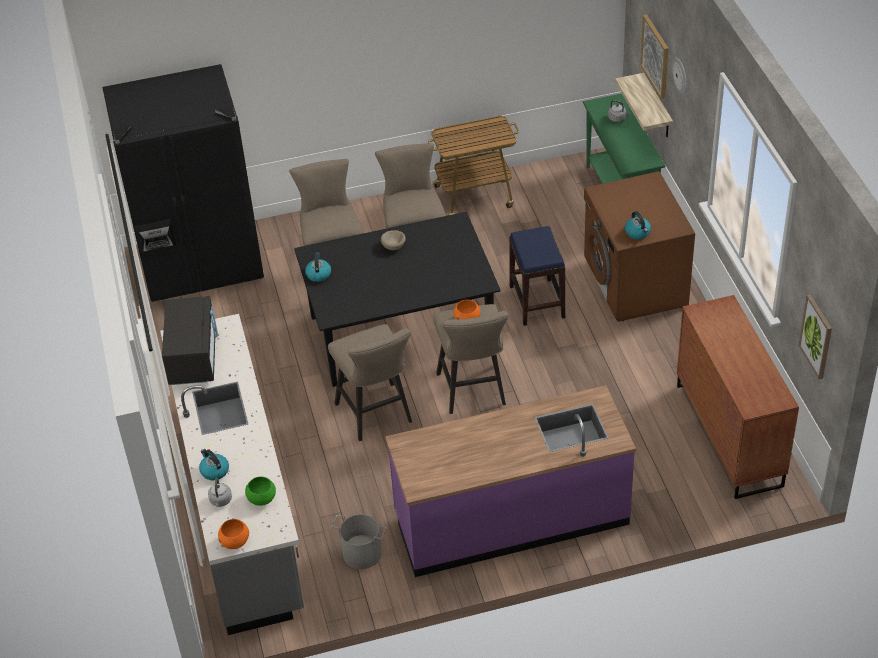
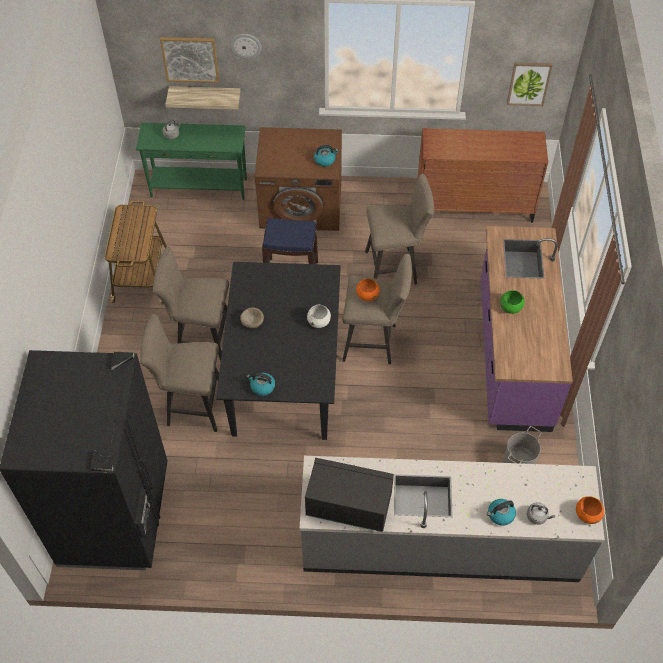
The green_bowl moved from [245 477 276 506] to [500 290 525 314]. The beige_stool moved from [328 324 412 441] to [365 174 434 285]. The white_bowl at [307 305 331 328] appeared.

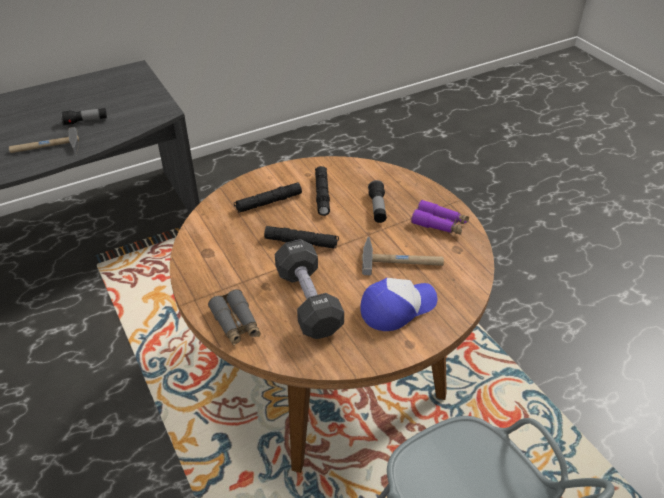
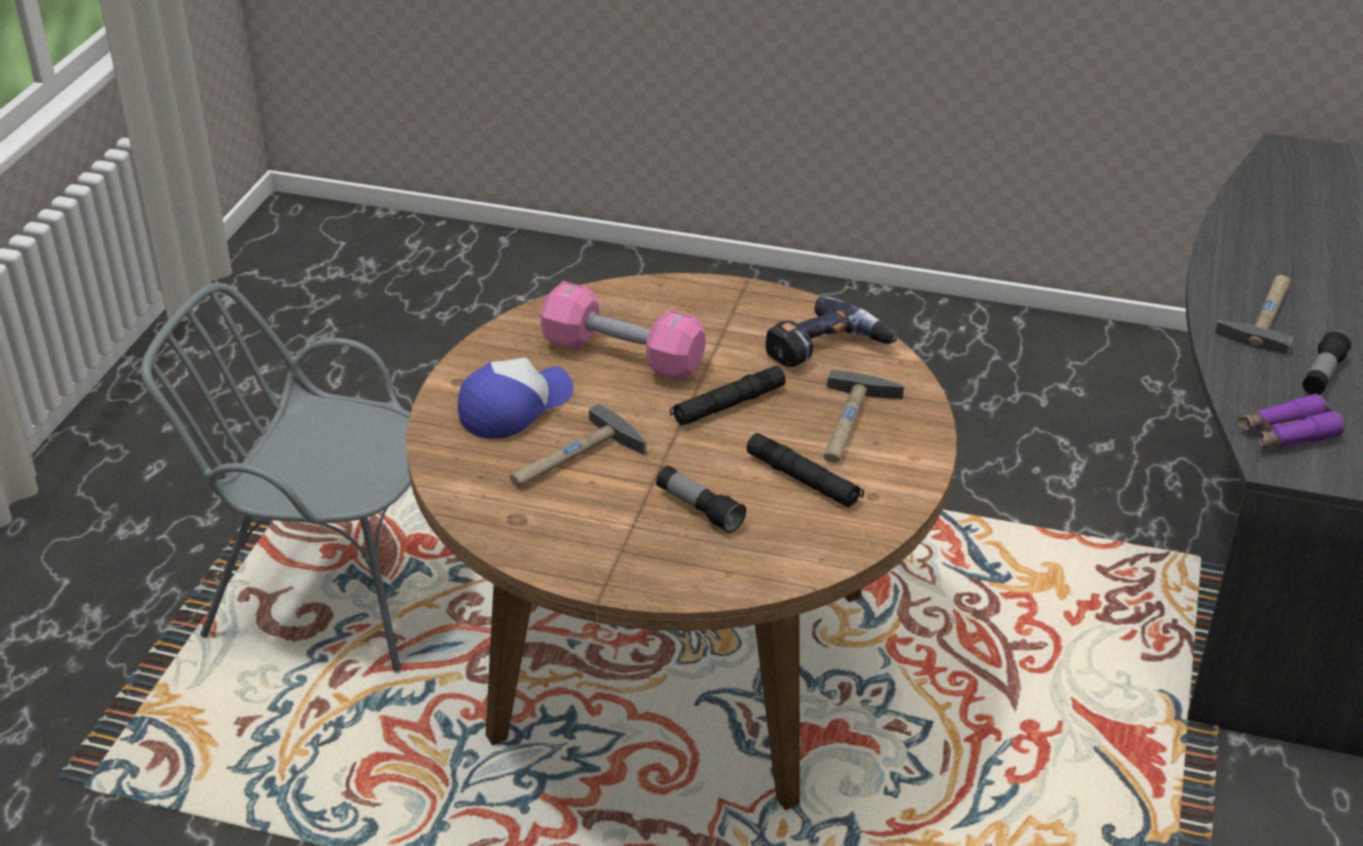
The grey_binoculars at [208 289 261 346] disappeared. The black_flashlight at [234 182 302 213] was replaced by the hammer at [823 370 904 463]. The black_dumbbell at [275 239 344 339] became the pink_dumbbell at [540 281 705 381]. The cap at [360 278 438 331] turned 150 degrees counterclockwise. The purple_binoculars moved from [411 200 469 235] to [1237 394 1345 449]. The power_drill at [765 295 897 367] appeared.

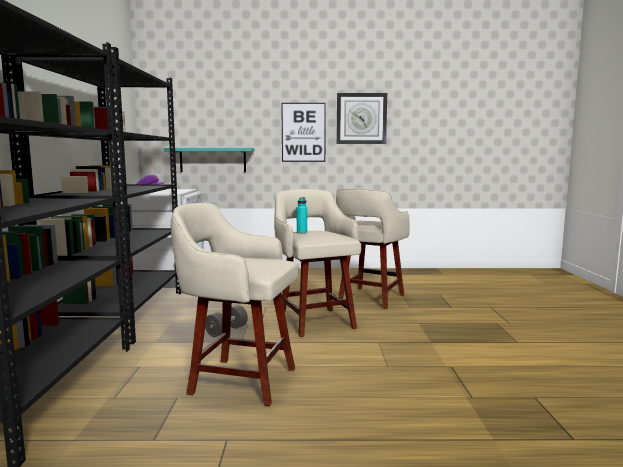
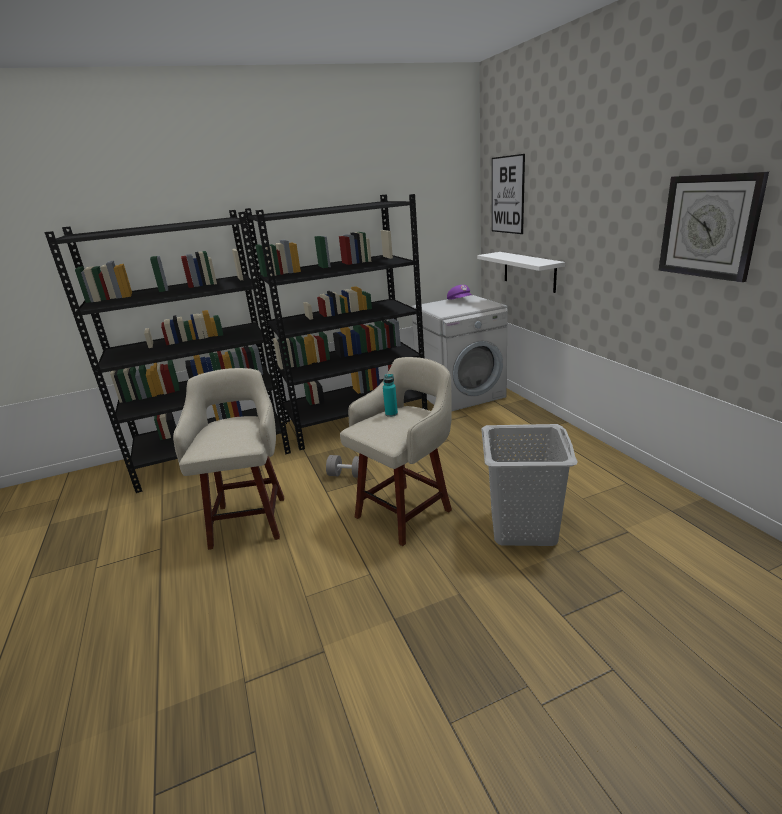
The turquoise_shelf at [164 148 254 172] became the white_shelf at [477 252 565 293]. The picture moved from [281 103 326 162] to [492 154 525 234]. The beige_stool at [336 189 410 309] was replaced by the grey_laundry_basket at [481 424 578 546].

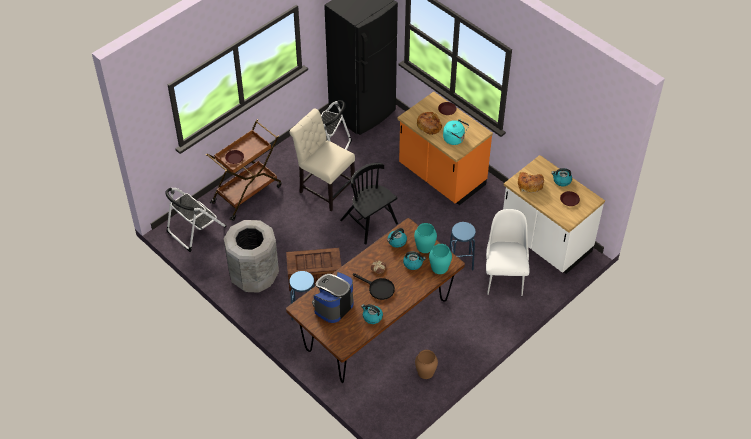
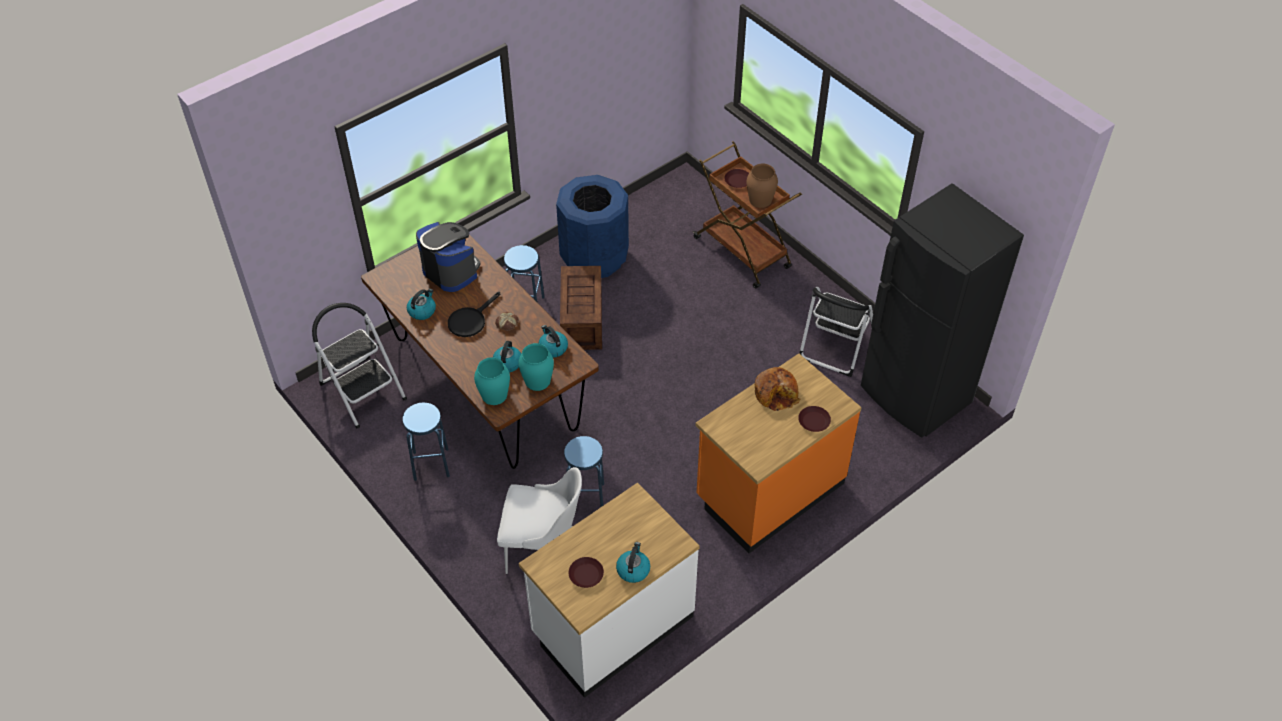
The step_ladder moved from [165 188 227 252] to [312 303 407 428]. The grey_trash_can at [224 220 279 293] became the blue_trash_can at [556 175 629 278]. The beige_chair at [289 109 355 212] disappeared. The black_chair at [340 163 398 245] disappeared. The brown_vase moved from [415 350 438 379] to [747 164 778 208]. The turquoise_kettle at [443 119 469 145] disappeared. The bread at [518 172 544 193] disappeared. The blue_stool at [402 403 450 481] appeared.

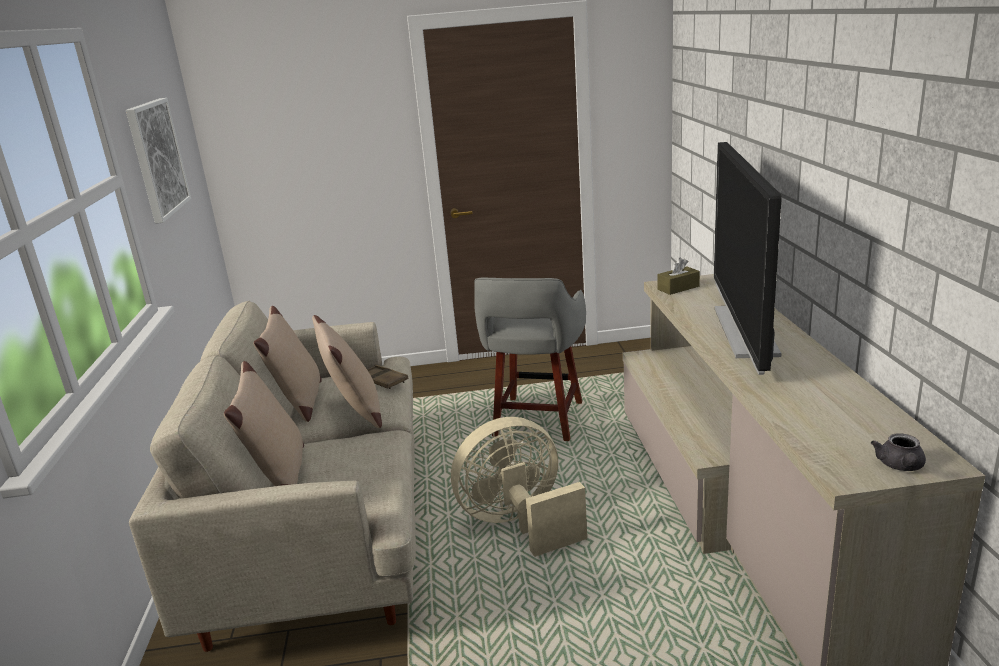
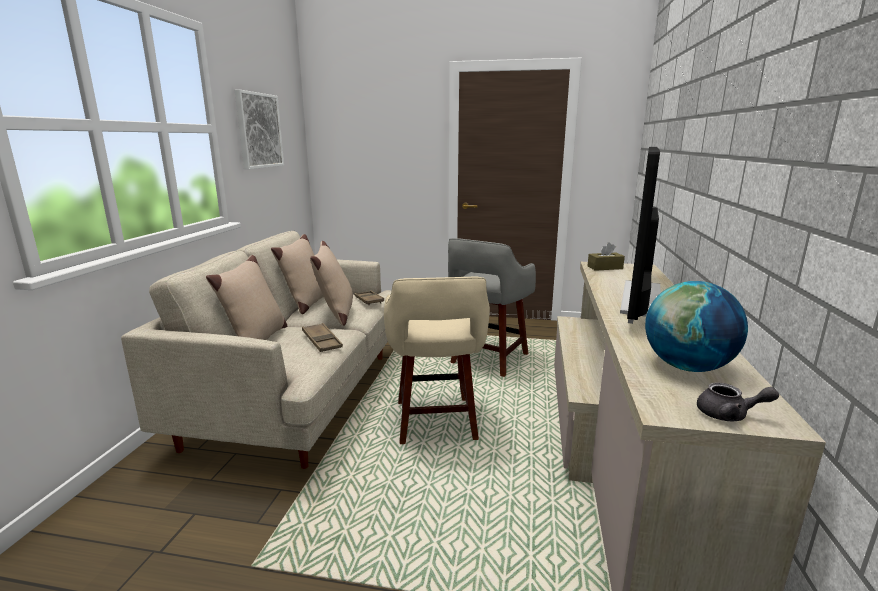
The beige_fan at [451 417 587 557] was replaced by the beige_stool at [384 276 490 444]. The grey_teapot at [871 434 926 471] turned 105 degrees counterclockwise. The brown_tray at [302 323 343 352] appeared. The globe at [645 281 748 372] appeared.

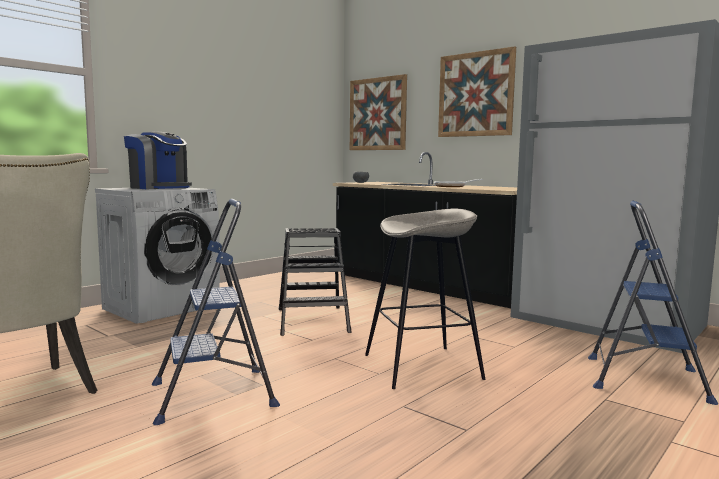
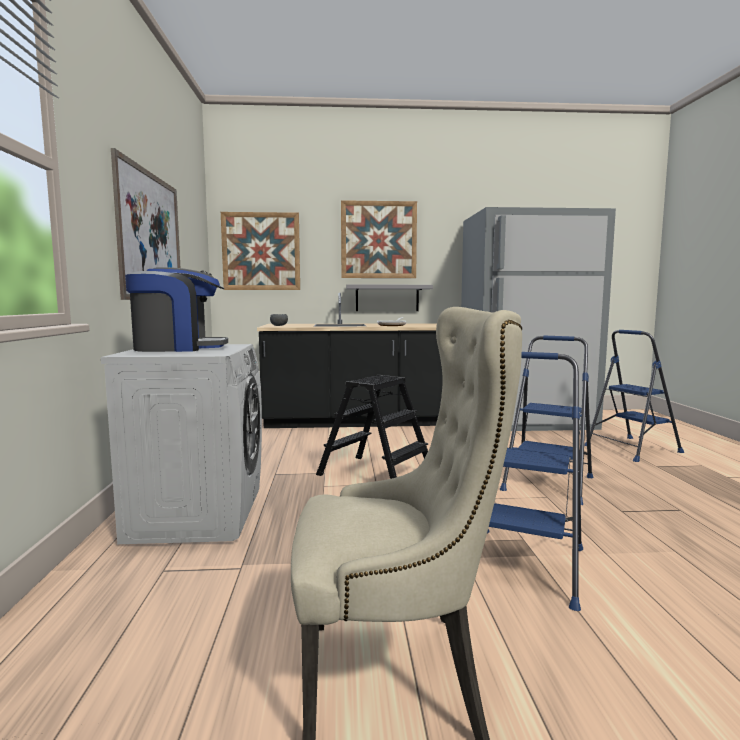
The grey_stool at [365 208 485 389] was replaced by the blue_step_ladder at [499 336 594 505]. The picture at [111 148 180 300] appeared. The grey_shelf at [346 285 433 311] appeared.

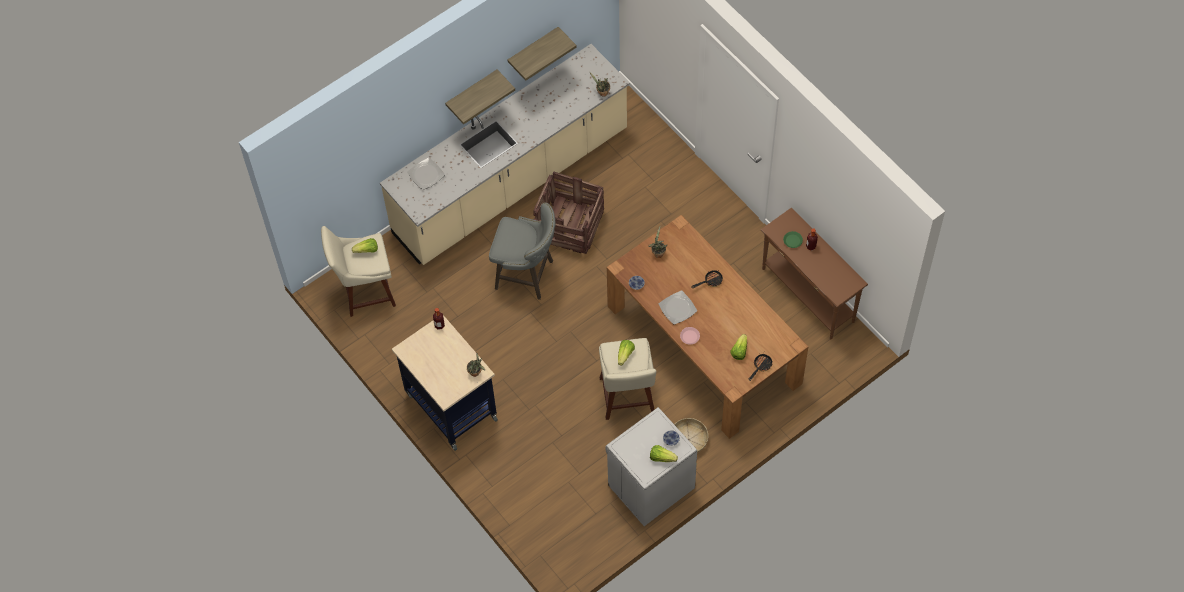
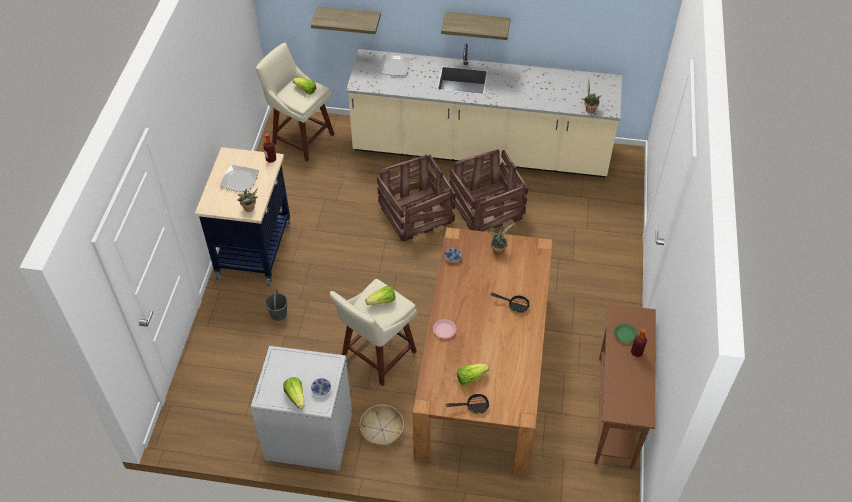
The grey_stool at [489 203 556 300] was replaced by the crate at [377 154 456 241]. The shelf moved from [508 27 577 81] to [311 6 381 34]. The plate moved from [659 290 697 325] to [220 165 259 192]. The grey_bucket at [265 289 288 321] appeared.

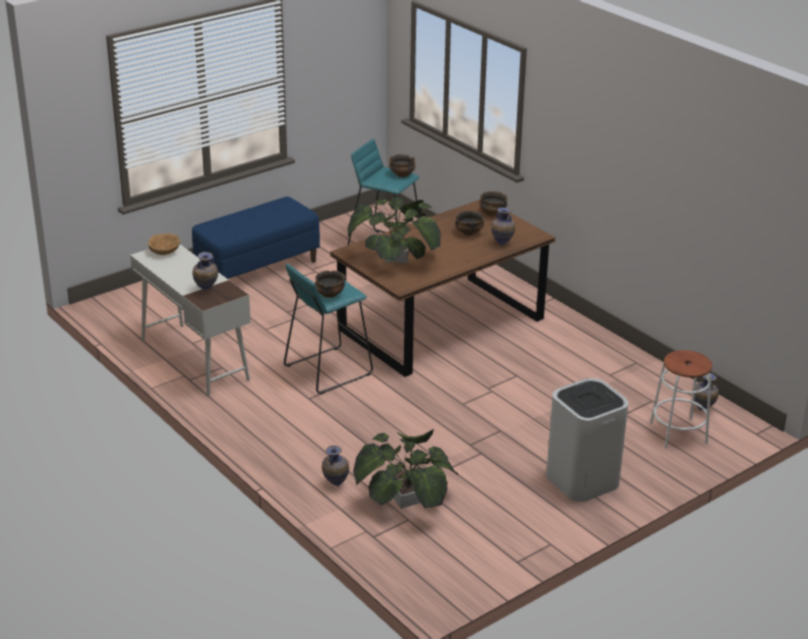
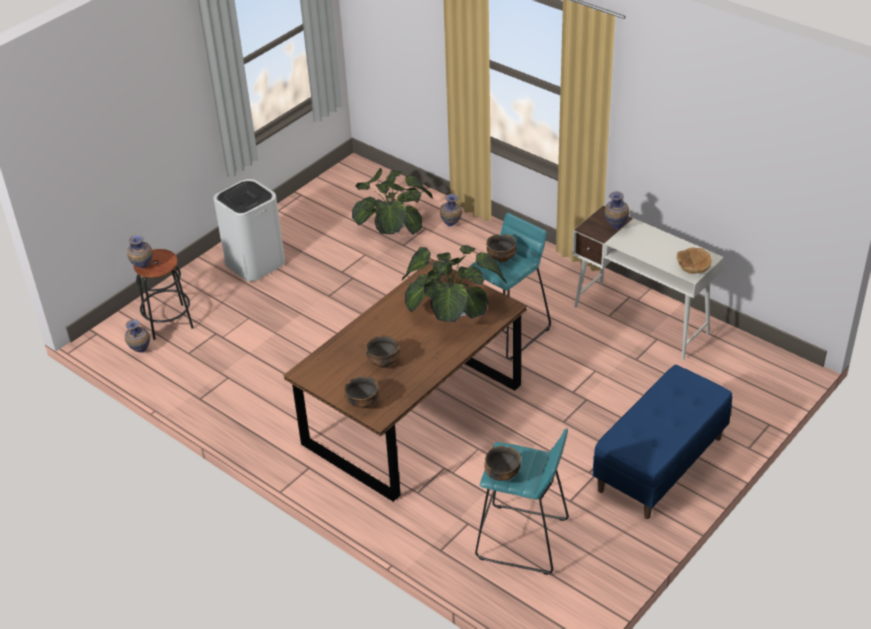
The vase moved from [491 208 515 245] to [127 234 153 268]. The white_stool at [650 350 712 449] became the black_stool at [133 249 194 340].

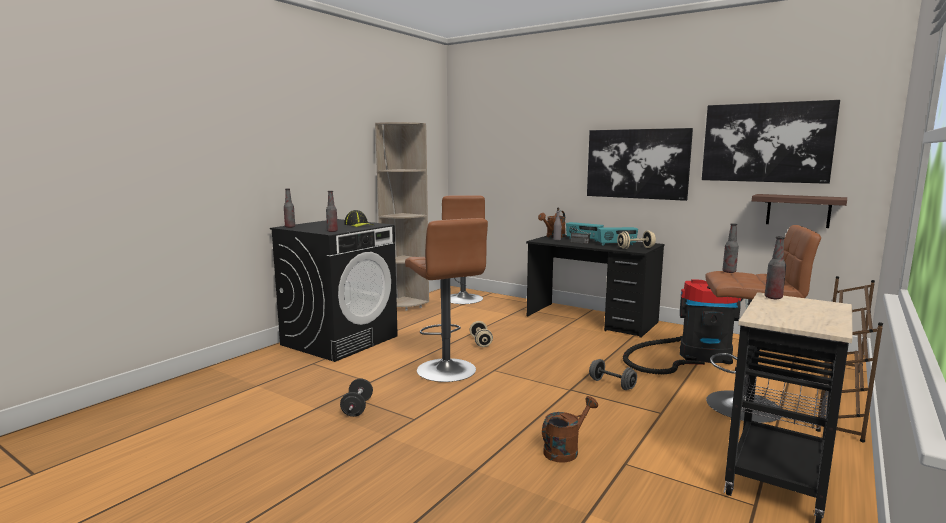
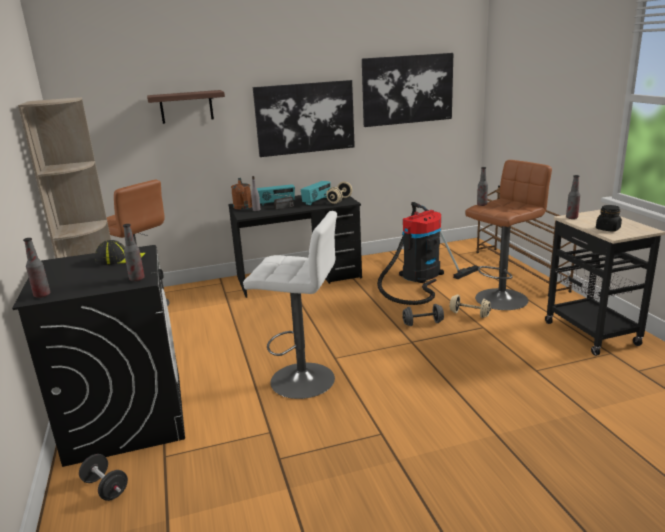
The black_dumbbell moved from [340 378 373 417] to [79 454 128 501]. The brown_stool at [405 218 488 382] became the white_stool at [243 211 337 399]. The beige_dumbbell moved from [470 321 493 347] to [450 295 491 318]. The brown_watering_can at [542 396 598 463] disappeared. The shelf moved from [752 194 847 228] to [147 90 225 124]. The black_jar at [596 205 622 232] appeared.

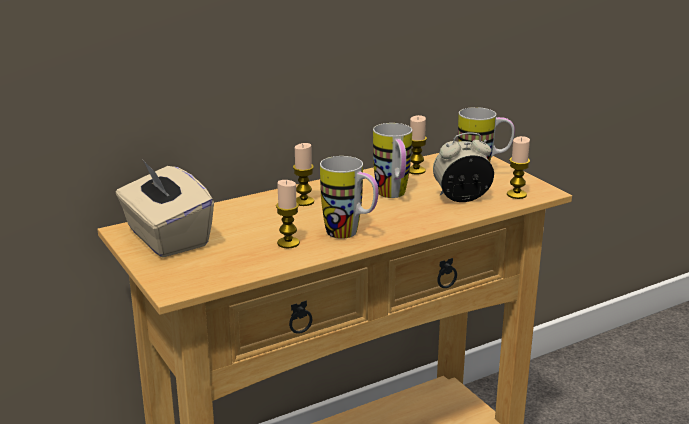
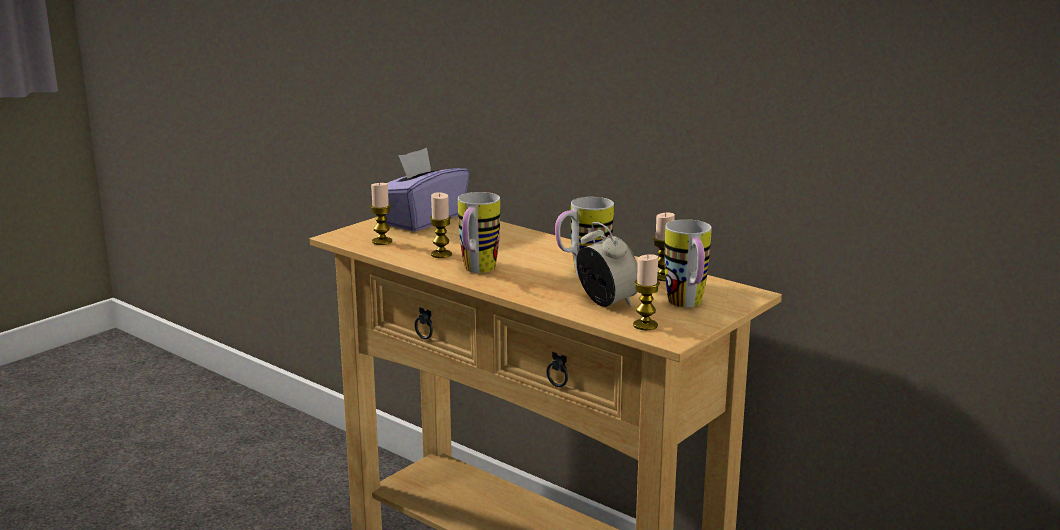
The beige_tissue_box at [116 160 214 257] became the purple_tissue_box at [371 148 469 232]. The candle moved from [293 143 314 206] to [370 182 392 245].

